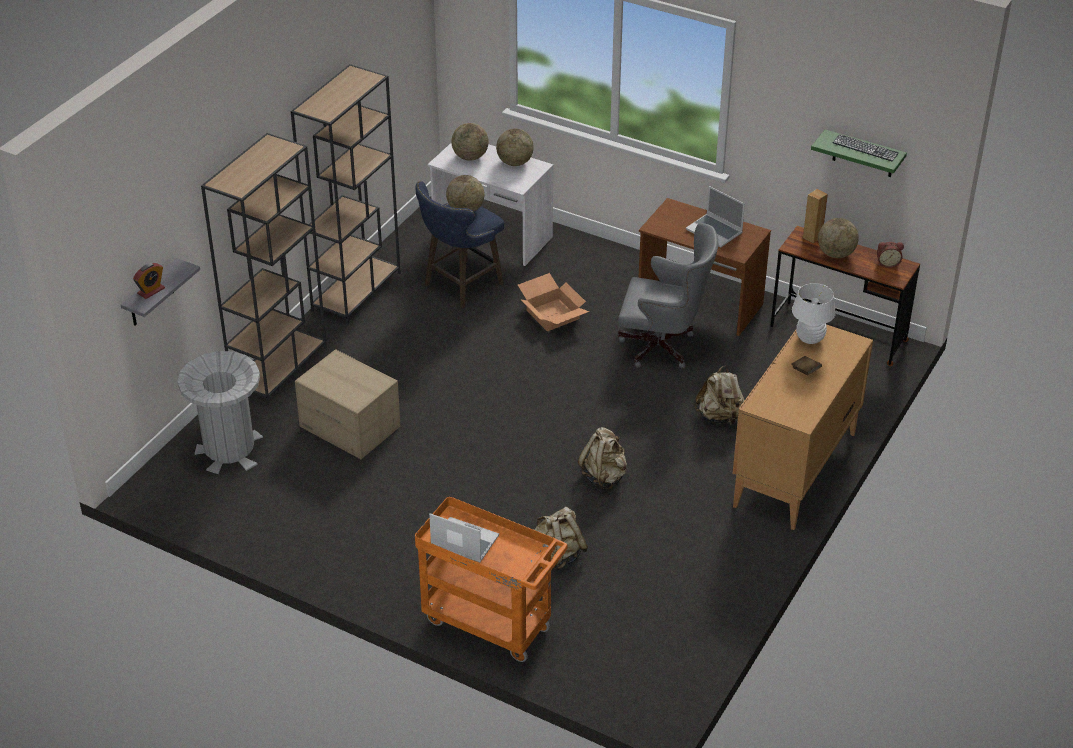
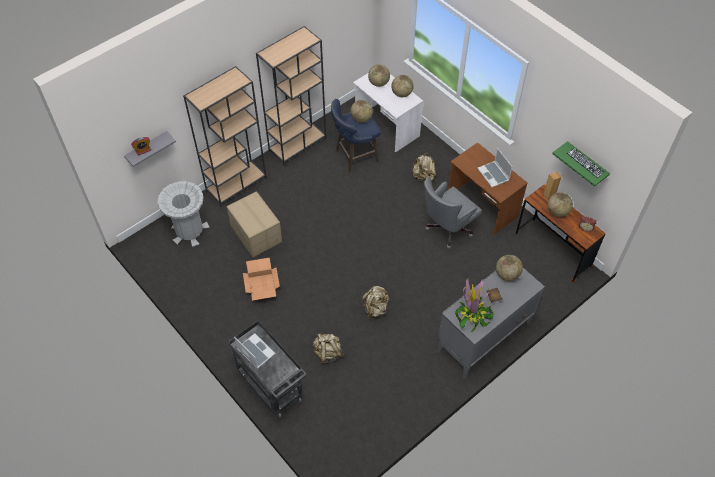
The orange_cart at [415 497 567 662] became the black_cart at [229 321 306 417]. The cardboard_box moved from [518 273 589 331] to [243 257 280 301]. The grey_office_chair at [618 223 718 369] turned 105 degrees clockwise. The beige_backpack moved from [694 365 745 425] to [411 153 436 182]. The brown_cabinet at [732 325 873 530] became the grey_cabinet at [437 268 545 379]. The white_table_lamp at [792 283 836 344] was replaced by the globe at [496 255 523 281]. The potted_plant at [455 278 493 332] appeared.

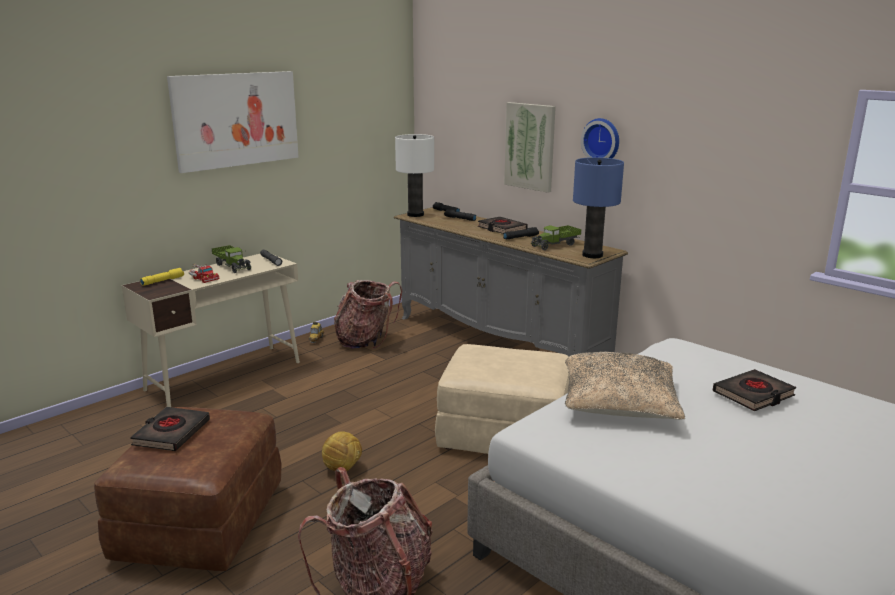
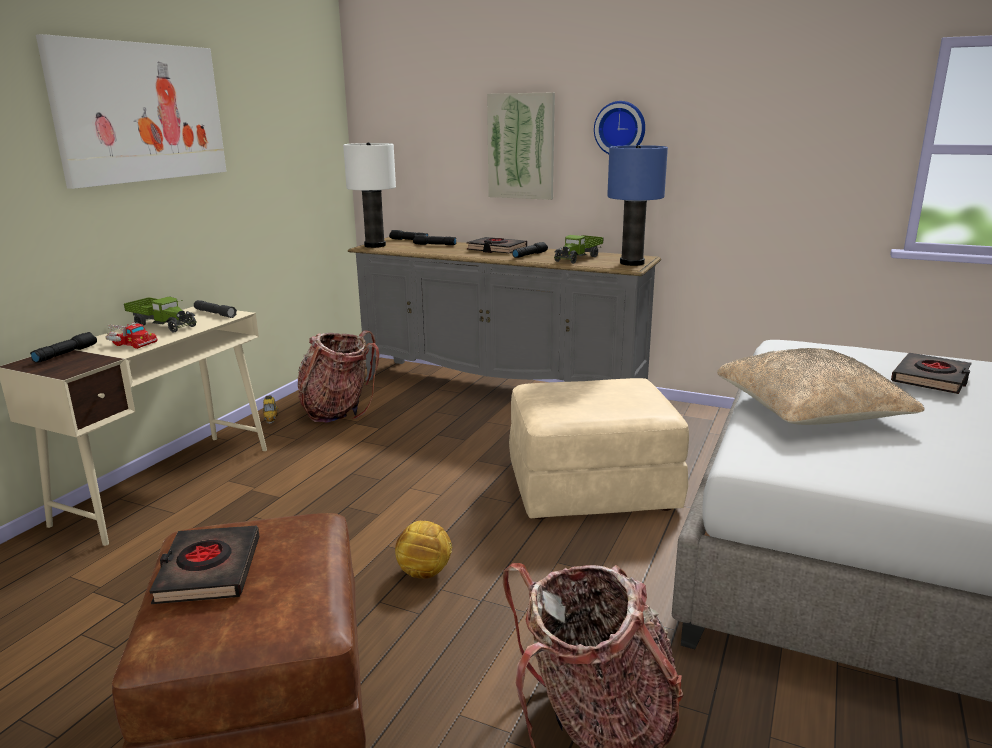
The yellow_flashlight at [140 268 184 286] became the black_flashlight at [30 332 97 363].

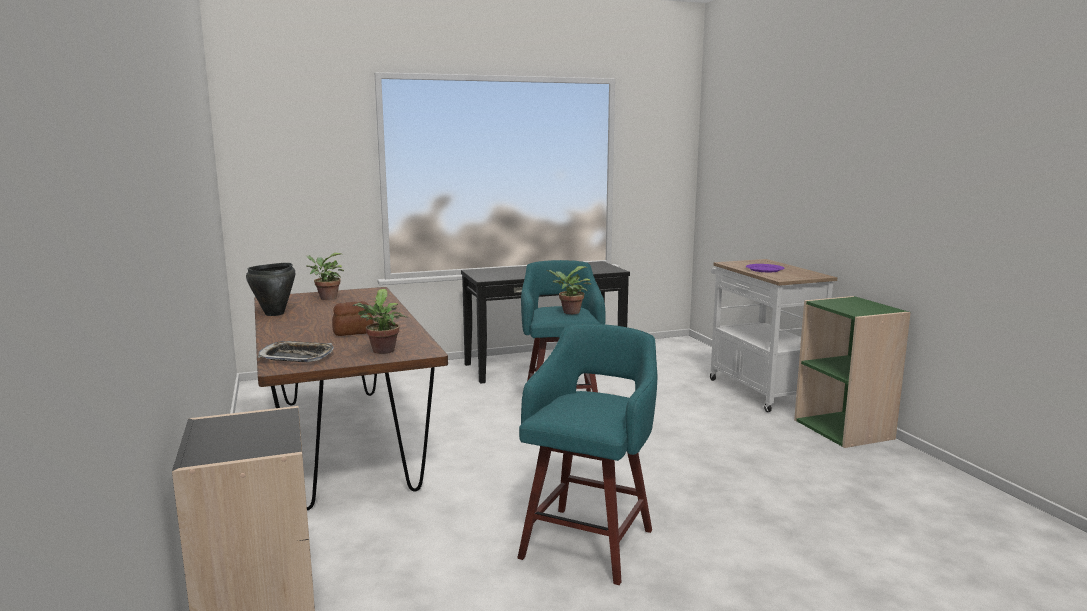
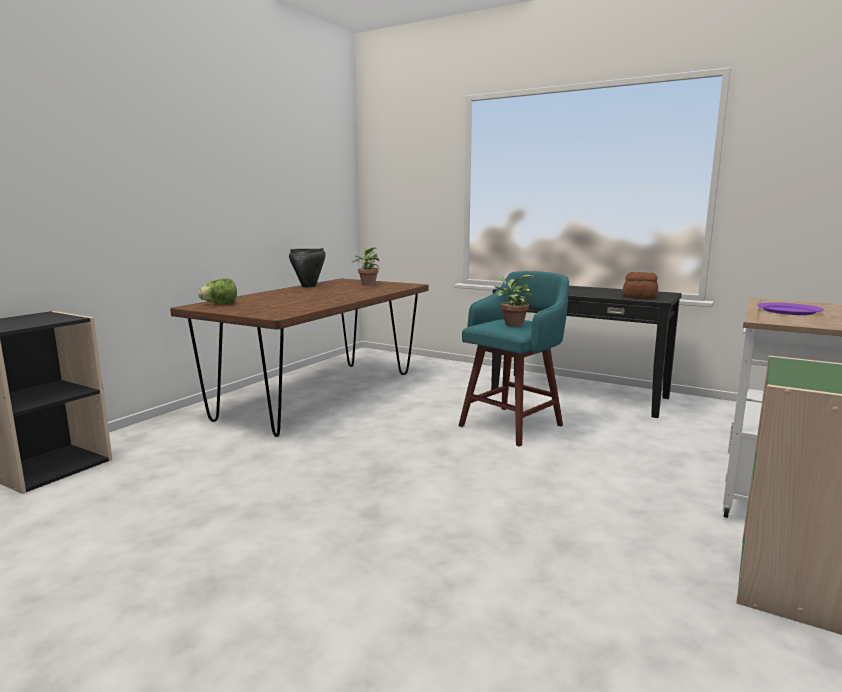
The tray at [258 341 334 362] was replaced by the lettuce at [198 278 237 304]. The bread moved from [332 301 374 336] to [622 272 658 299]. The potted_plant at [353 289 408 354] disappeared. The turquoise_stool at [517 324 658 585] disappeared.

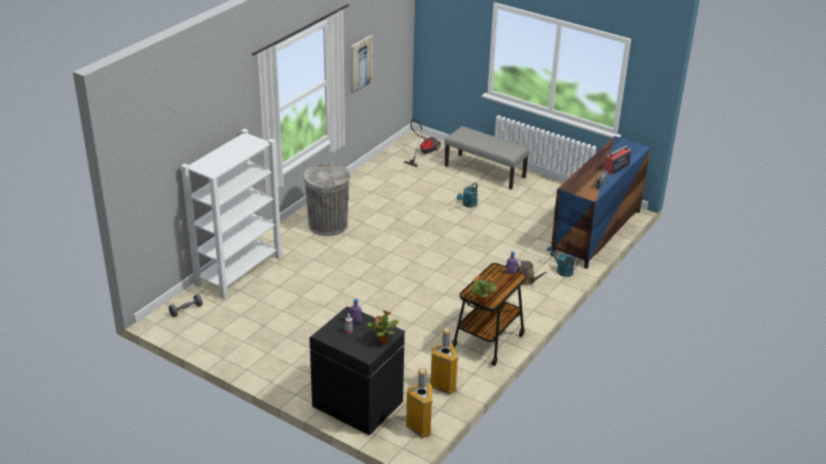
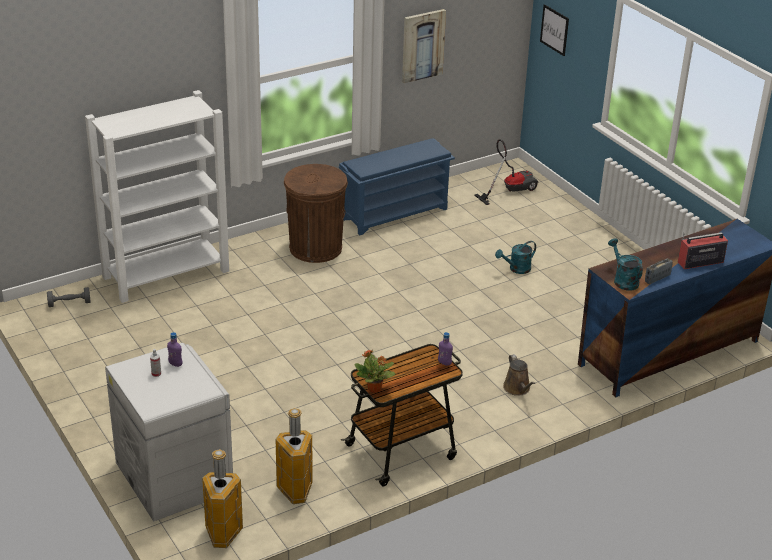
The grey_trash_can at [303 163 350 236] became the brown_trash_can at [284 164 348 263]. The black_washing_machine at [309 307 405 435] became the white_washing_machine at [105 343 233 522]. The potted_plant at [368 310 399 343] disappeared. The grey_bench at [444 126 530 190] disappeared. The turquoise_watering_can moved from [547 245 578 277] to [608 238 643 291]. The blue_shoe_rack at [339 138 455 236] appeared. The picture at [540 4 569 56] appeared.

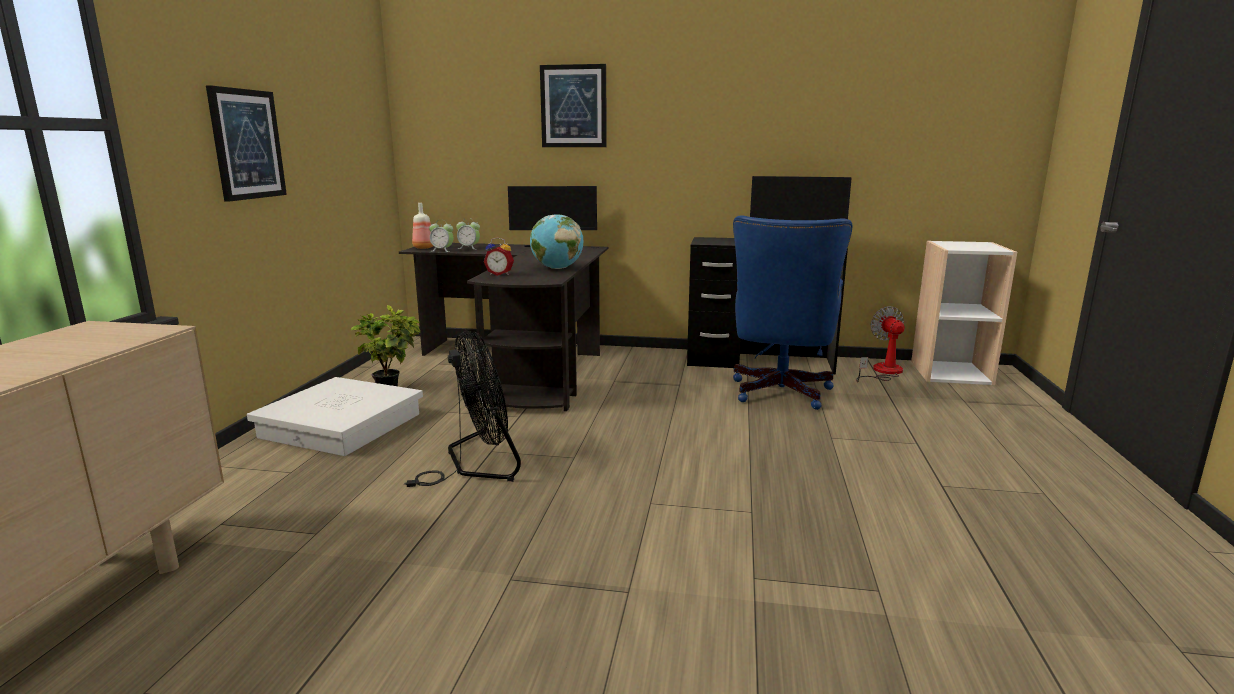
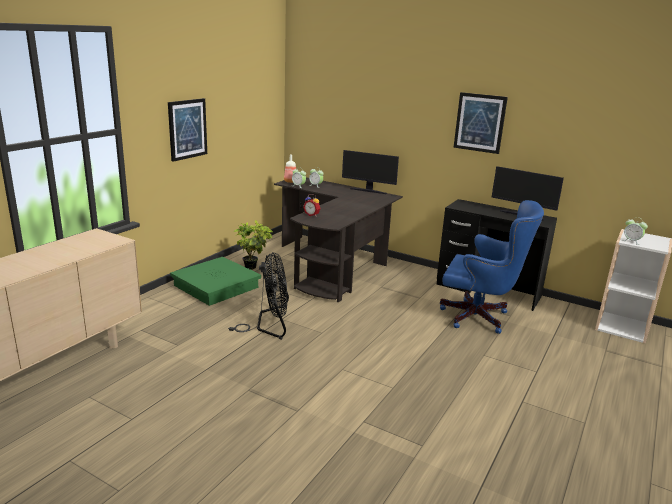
The white_storage_box at [247 377 423 456] became the green_storage_box at [170 257 261 306]. The globe at [530 215 583 269] disappeared. The picture moved from [540 64 607 147] to [453 92 508 154]. The blue_office_chair at [733 216 852 410] turned 105 degrees counterclockwise. The fan at [856 306 905 382] disappeared. The alarm_clock at [622 217 648 245] appeared.

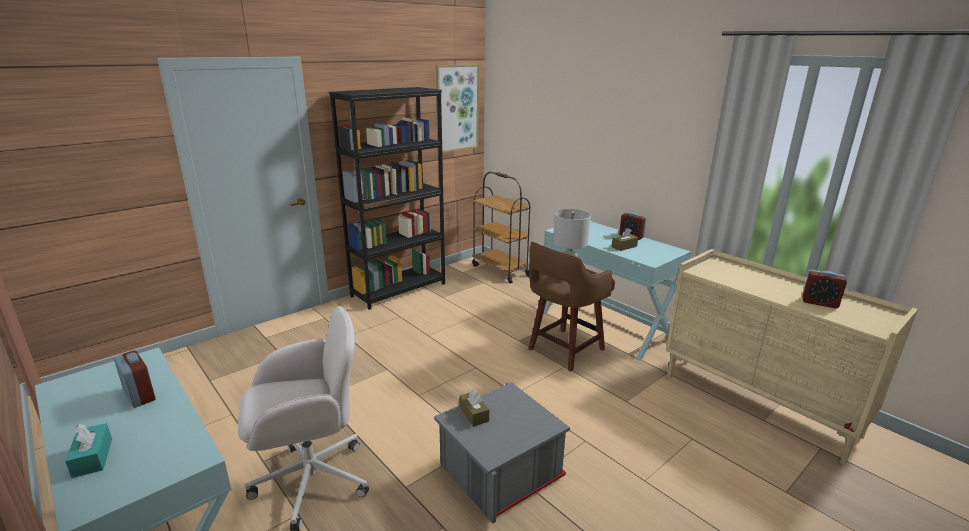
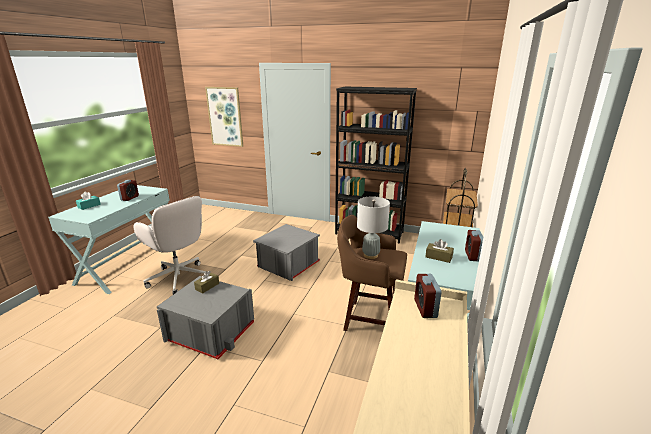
The picture moved from [436 64 479 153] to [205 87 243 147]. The alarm_clock moved from [802 270 847 309] to [414 274 442 318]. The grey_storage_box at [253 224 320 281] appeared.

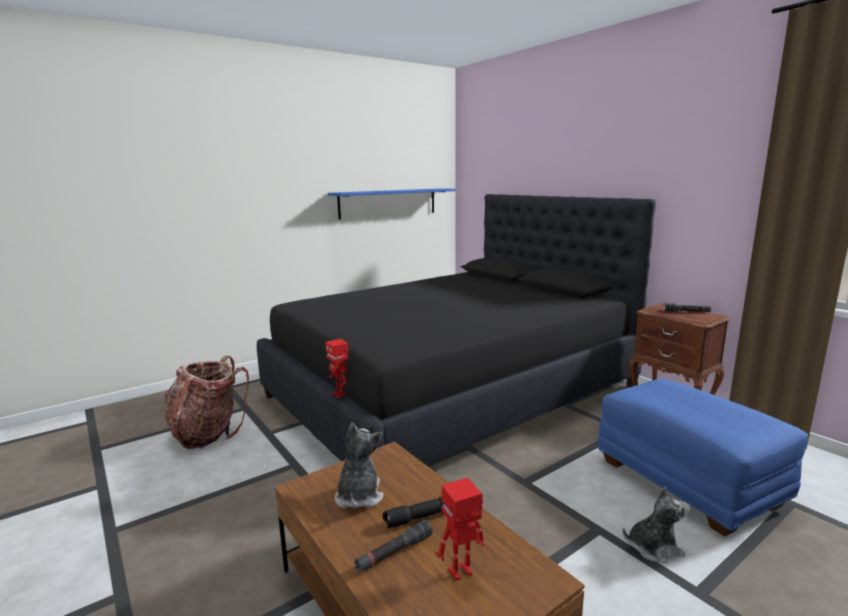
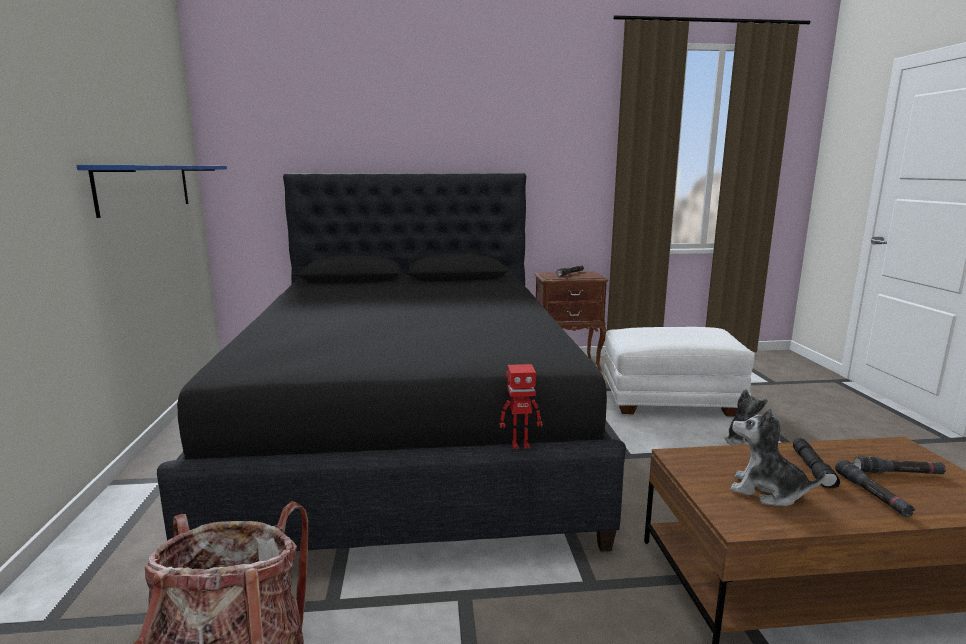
The toy_robot at [436 478 484 580] was replaced by the black_flashlight at [854 456 946 474]. The blue_ottoman at [598 379 808 536] became the white_ottoman at [604 327 755 417].

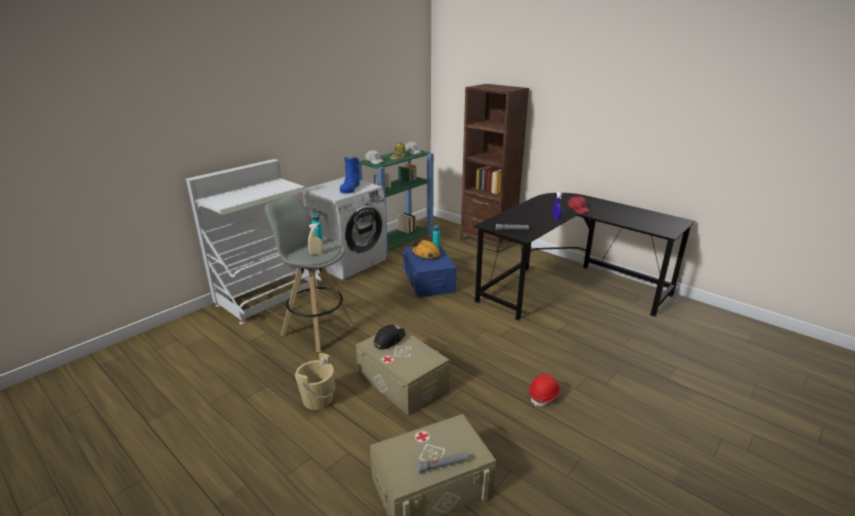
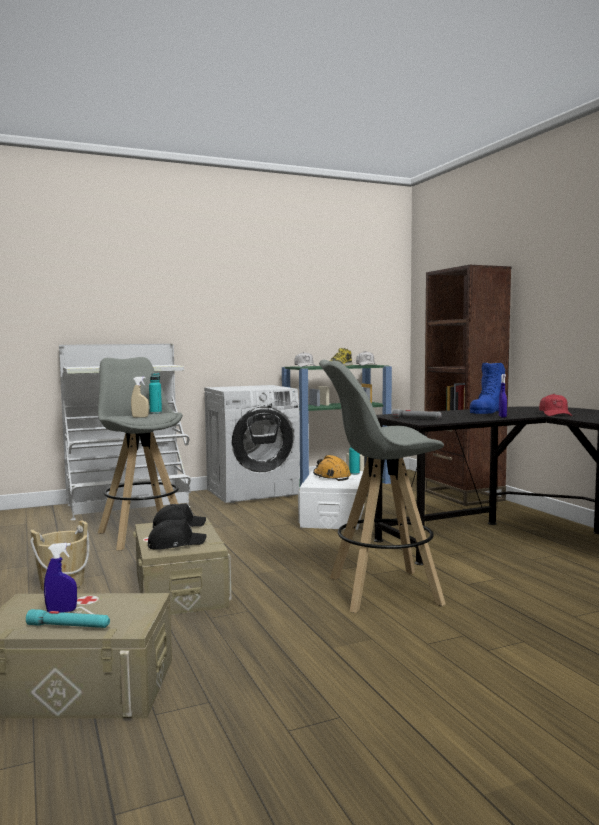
The blue_boot moved from [340 157 360 194] to [470 363 505 414]. The blue_storage_box at [403 245 457 297] became the white_storage_box at [298 470 364 530]. The grey_flashlight at [417 453 469 473] became the turquoise_flashlight at [26 609 110 628]. The red_hard_hat at [529 374 562 406] disappeared. The blue_spray_bottle at [44 543 77 613] appeared. The black_cap at [148 519 207 550] appeared. The grey_stool at [319 360 446 613] appeared.

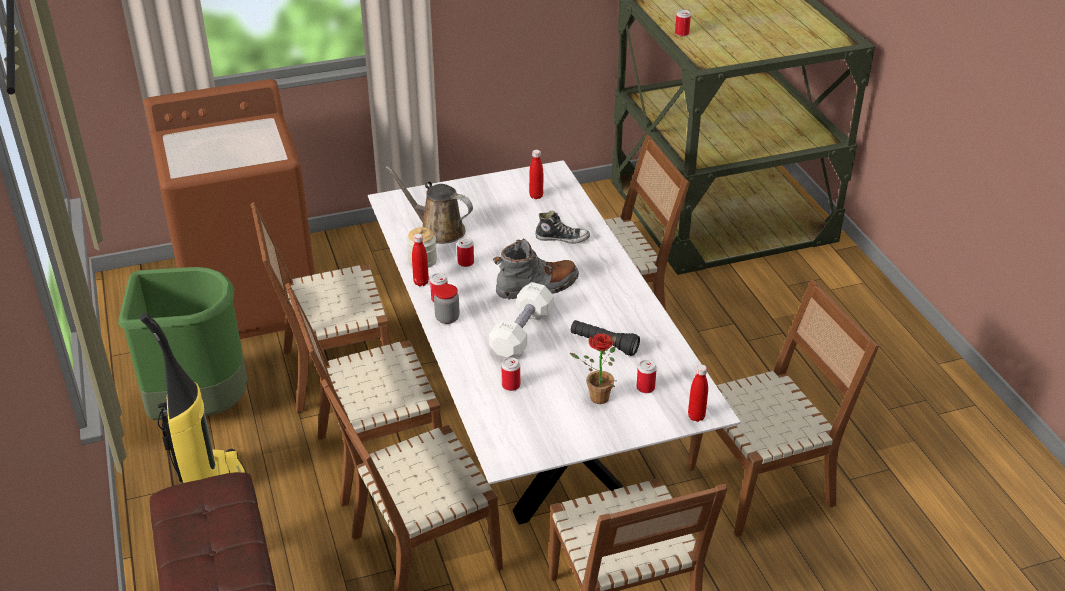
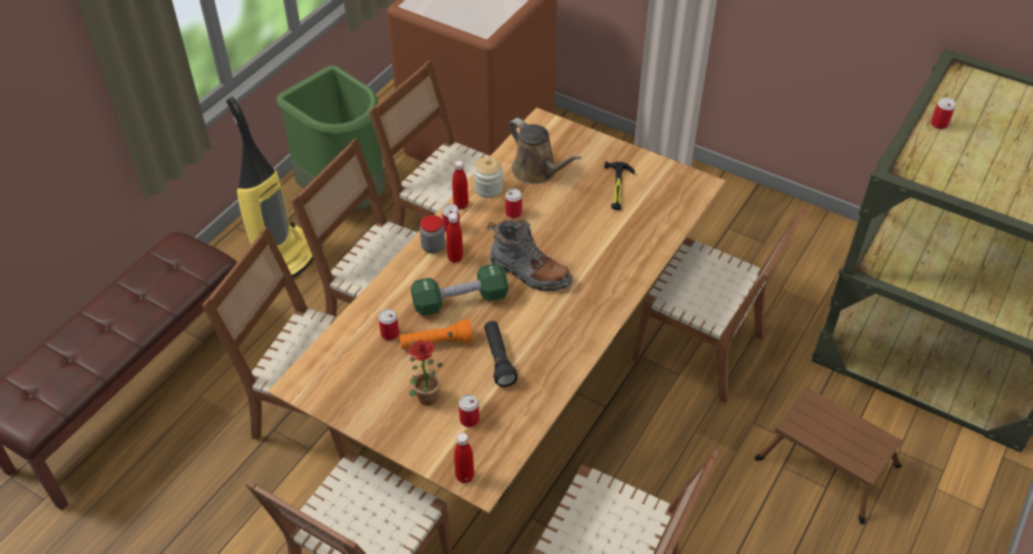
The white_dining_table at [368 160 741 524] became the brown_dining_table at [267 107 726 514]. The brown_watering_can at [385 166 473 244] turned 150 degrees clockwise. The white_dumbbell at [489 282 554 358] became the green_dumbbell at [411 264 508 316]. The red_bottle moved from [529 150 543 199] to [446 213 463 263]. The shoe at [535 211 590 244] disappeared. The orange_flashlight at [400 319 473 349] appeared. The hammer at [604 162 635 210] appeared. The brown_step_ladder at [755 387 902 524] appeared.

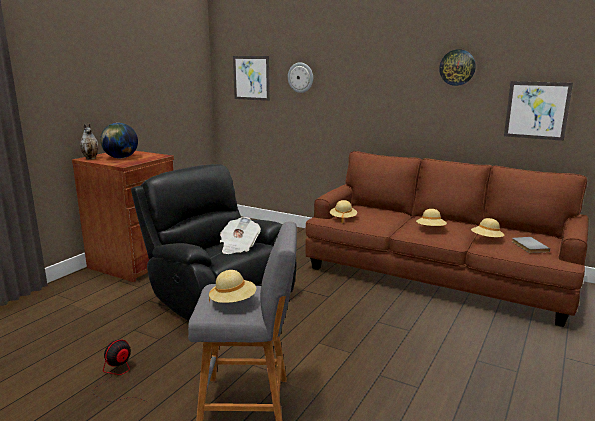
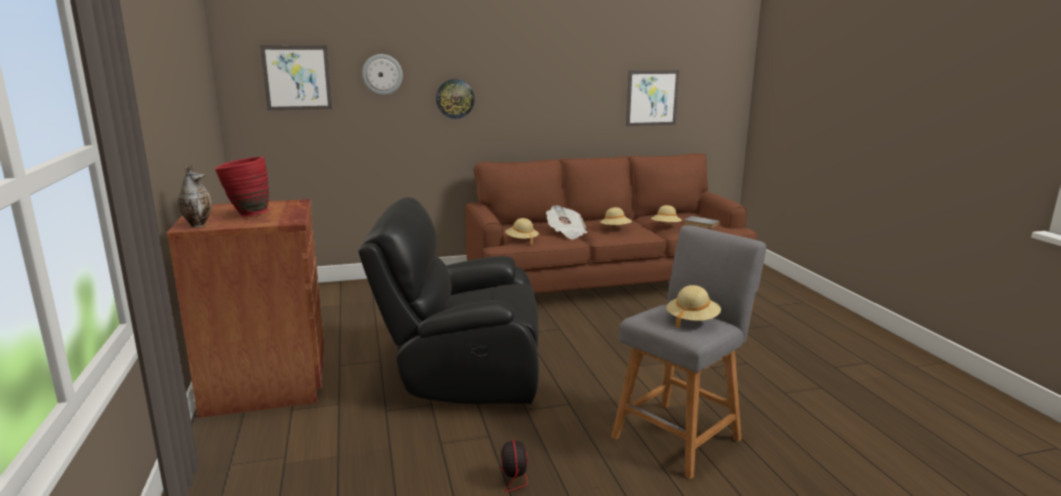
The globe at [100 123 138 158] was replaced by the red_vase at [214 156 269 217]. The newspaper moved from [220 217 261 254] to [546 206 587 240]. The wall_clock moved from [439 49 476 86] to [436 79 475 119].

